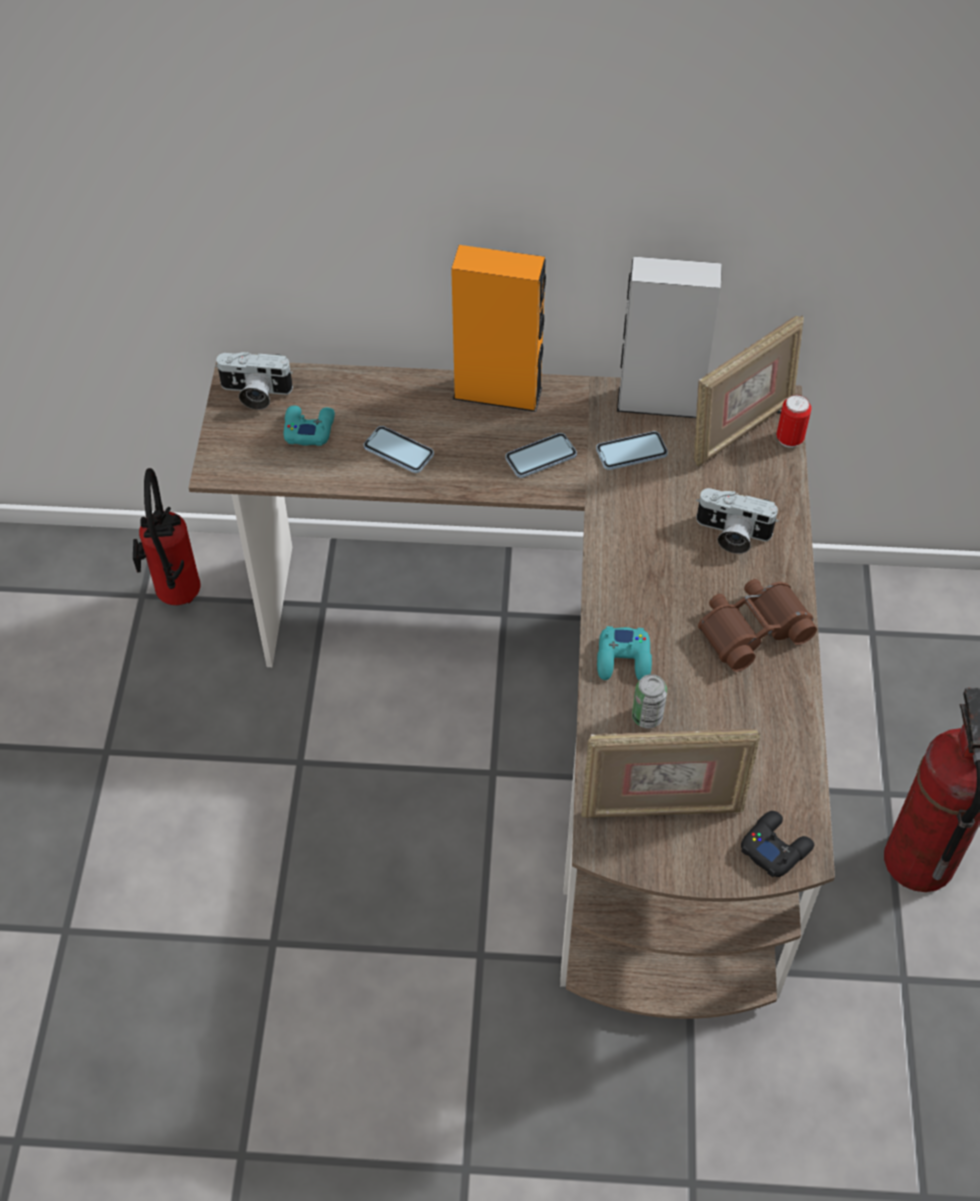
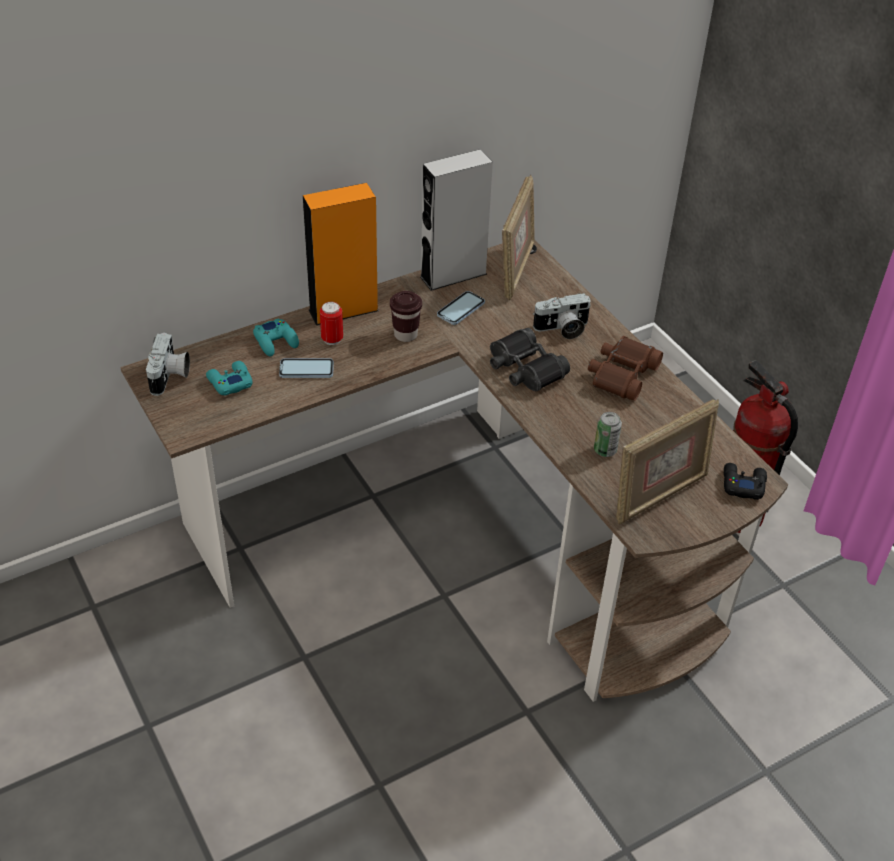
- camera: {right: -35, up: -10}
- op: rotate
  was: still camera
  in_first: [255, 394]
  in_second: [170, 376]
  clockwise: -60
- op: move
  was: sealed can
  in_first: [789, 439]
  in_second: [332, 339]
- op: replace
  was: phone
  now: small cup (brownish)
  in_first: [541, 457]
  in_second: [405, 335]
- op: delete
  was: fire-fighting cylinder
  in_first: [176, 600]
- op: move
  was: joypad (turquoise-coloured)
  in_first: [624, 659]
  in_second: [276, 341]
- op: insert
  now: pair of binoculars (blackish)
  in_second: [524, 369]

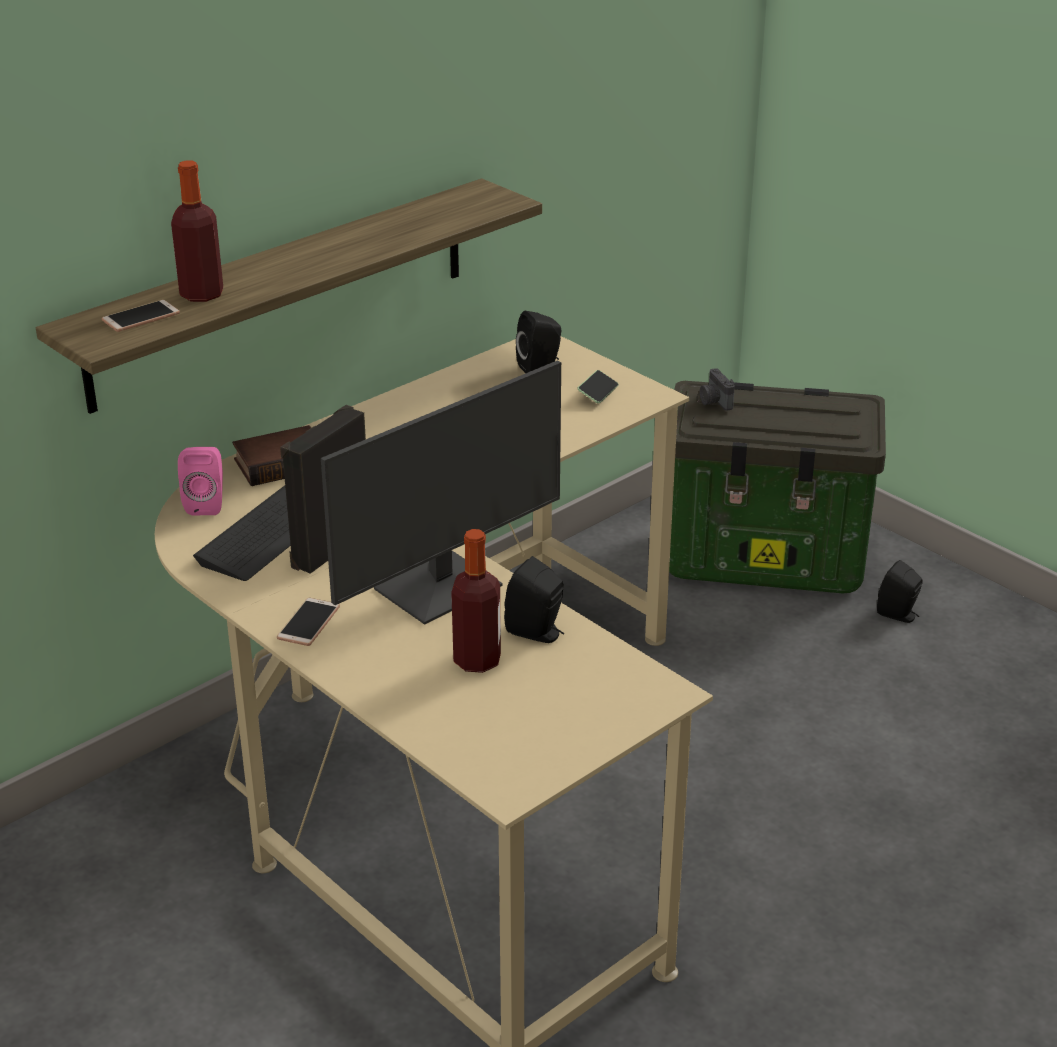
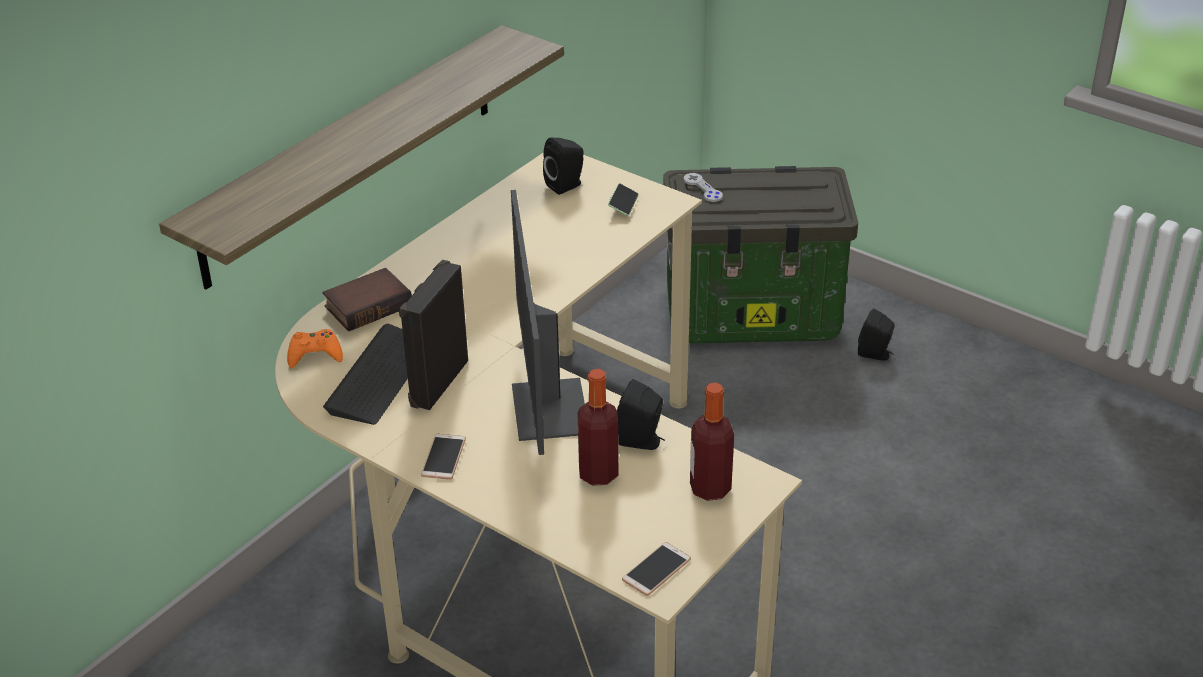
- camera: {right: -10, up: 5}
- op: move
  was: drink bottle
  in_first: [201, 294]
  in_second: [710, 488]
- op: move
  was: phone
  in_first: [141, 317]
  in_second: [656, 570]
- op: rotate
  was: computer display
  in_first: [441, 588]
  in_second: [547, 410]
  clockwise: 135
- op: replace
  was: still camera
  now: joypad (gray)
  in_first: [714, 401]
  in_second: [703, 188]
- op: replace
  was: audio speaker (pink)
  now: joypad (orange)
  in_first: [206, 504]
  in_second: [315, 354]

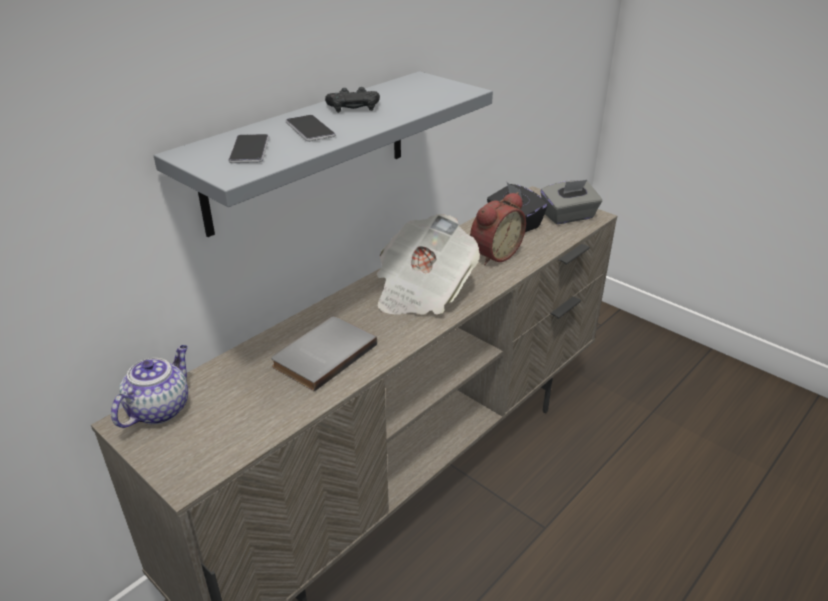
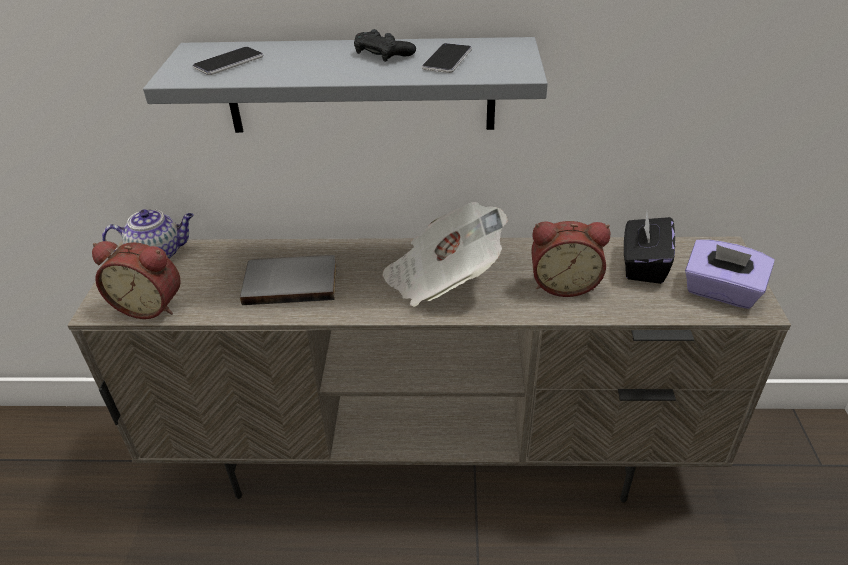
- camera: {right: 50, up: 5}
- op: move
  was: phone
  in_first: [310, 129]
  in_second: [447, 59]
- op: recolor
  was: tissue box (gray)
  now: tissue box (purplish)
  in_first: [568, 216]
  in_second: [720, 292]
- op: insert
  now: bedside clock
  in_second: [151, 305]

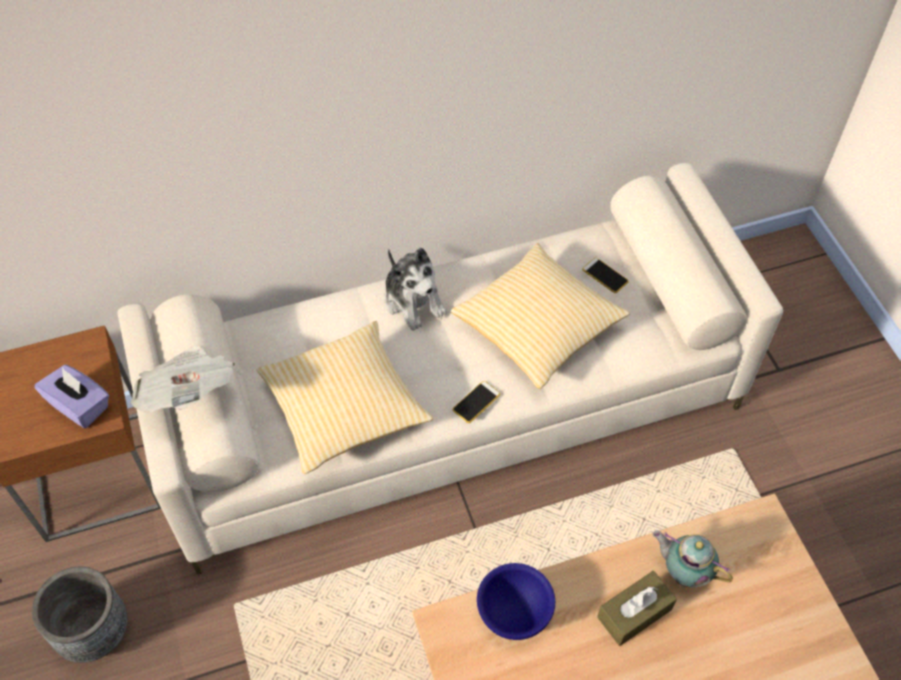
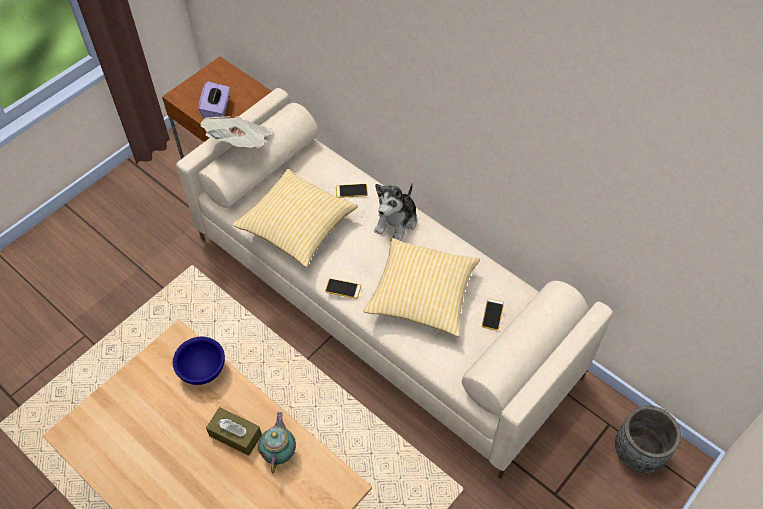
- camera: {right: 60, up: 0}
- op: move
  was: flower pot (gray)
  in_first: [95, 632]
  in_second: [638, 453]
- op: insert
  now: phone
  in_second: [351, 191]

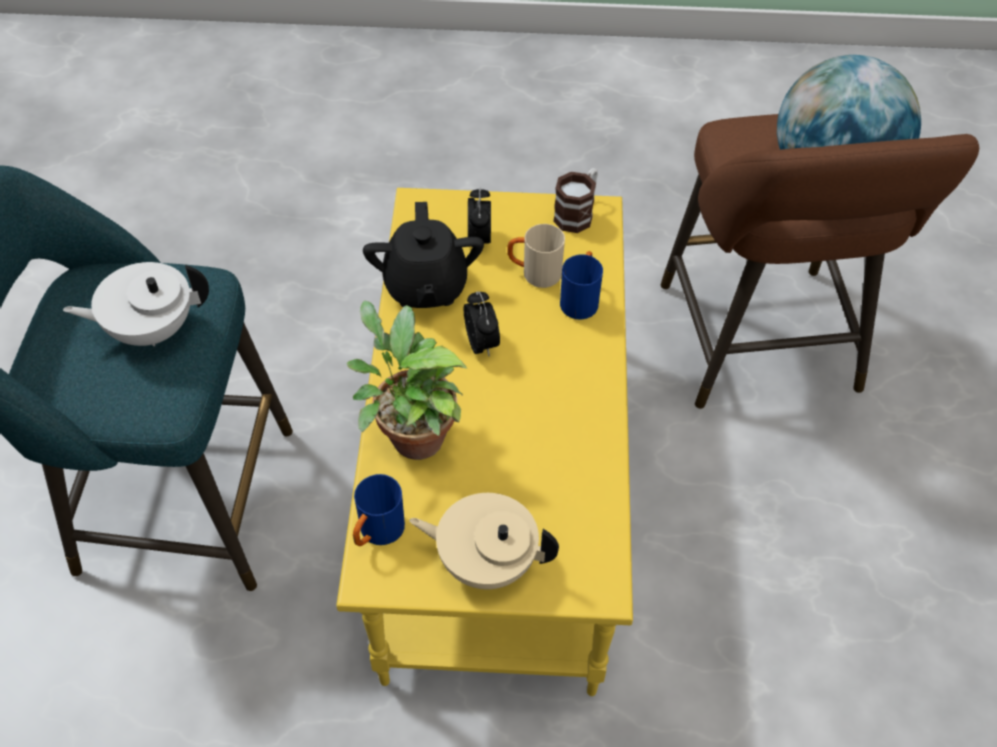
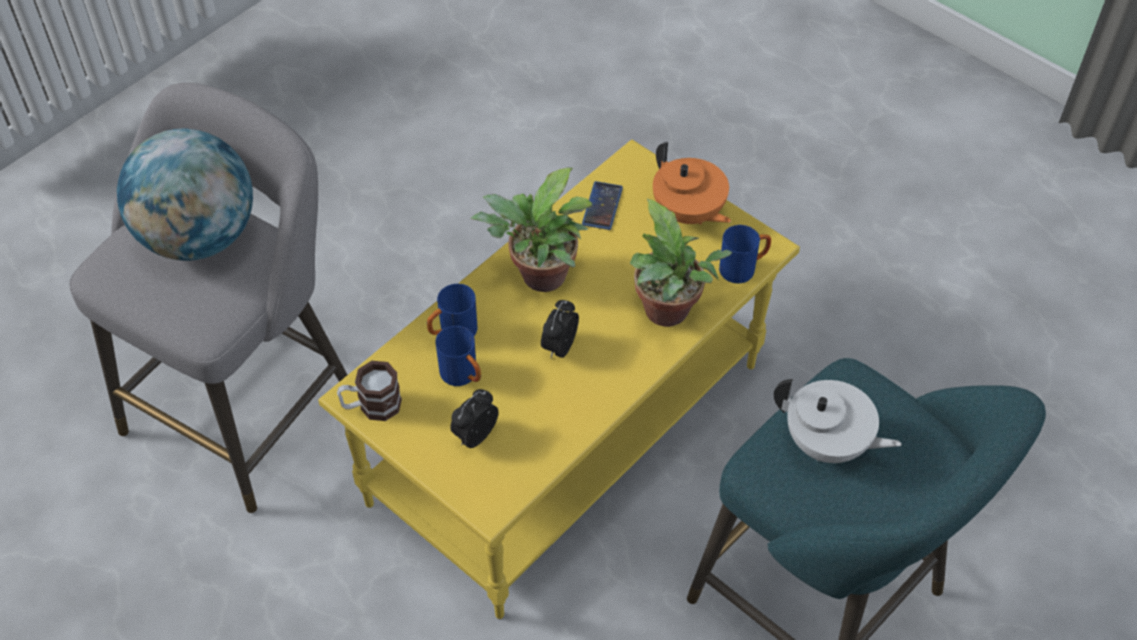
- camera: {right: -140, up: 0}
- op: recolor
  was: stool seat (brownish)
  now: stool seat (gray)
  in_first: [761, 347]
  in_second: [248, 404]
- op: delete
  was: tea pot (blackish)
  in_first: [425, 287]
- op: recolor
  was: coffee mug (sand-coloured)
  now: coffee mug (bluish)
  in_first: [534, 273]
  in_second: [463, 376]
- op: recolor
  was: tea pot (sand-coloured)
  now: tea pot (orange)
  in_first: [485, 560]
  in_second: [688, 213]
- op: insert
  now: houseplant
  in_second: [539, 279]
- op: insert
  now: phone
  in_second: [602, 206]

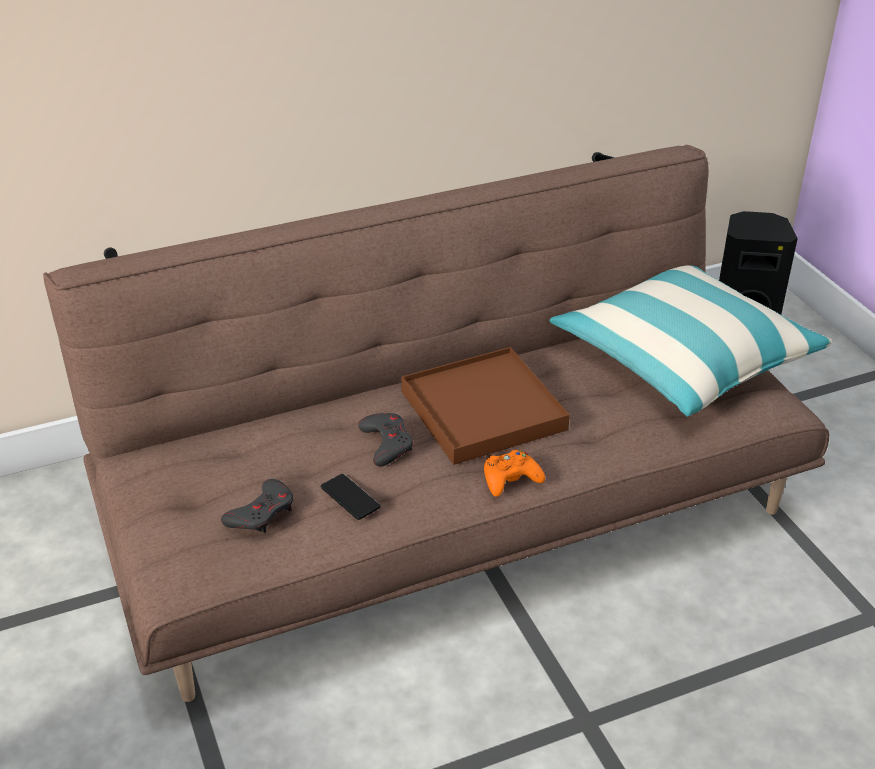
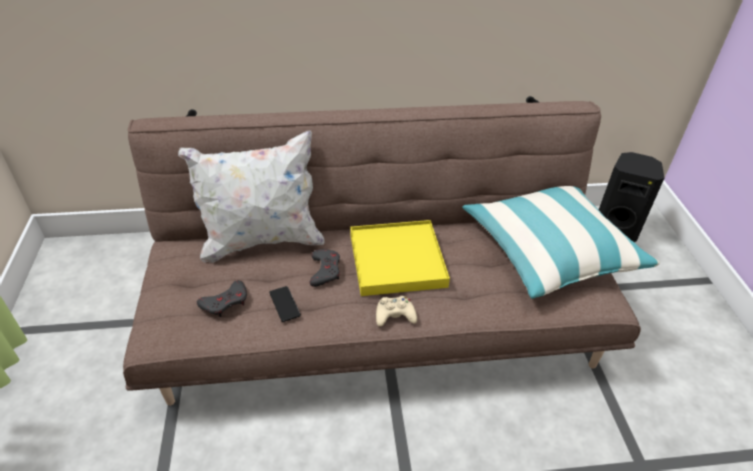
- camera: {right: 15, up: 5}
- op: recolor
  was: serving tray (brownish)
  now: serving tray (yellow)
  in_first: [483, 411]
  in_second: [397, 261]
- op: recolor
  was: joypad (orange)
  now: joypad (sand-coloured)
  in_first: [510, 479]
  in_second: [395, 315]
- op: insert
  now: throw pillow (whitish)
  in_second: [261, 241]

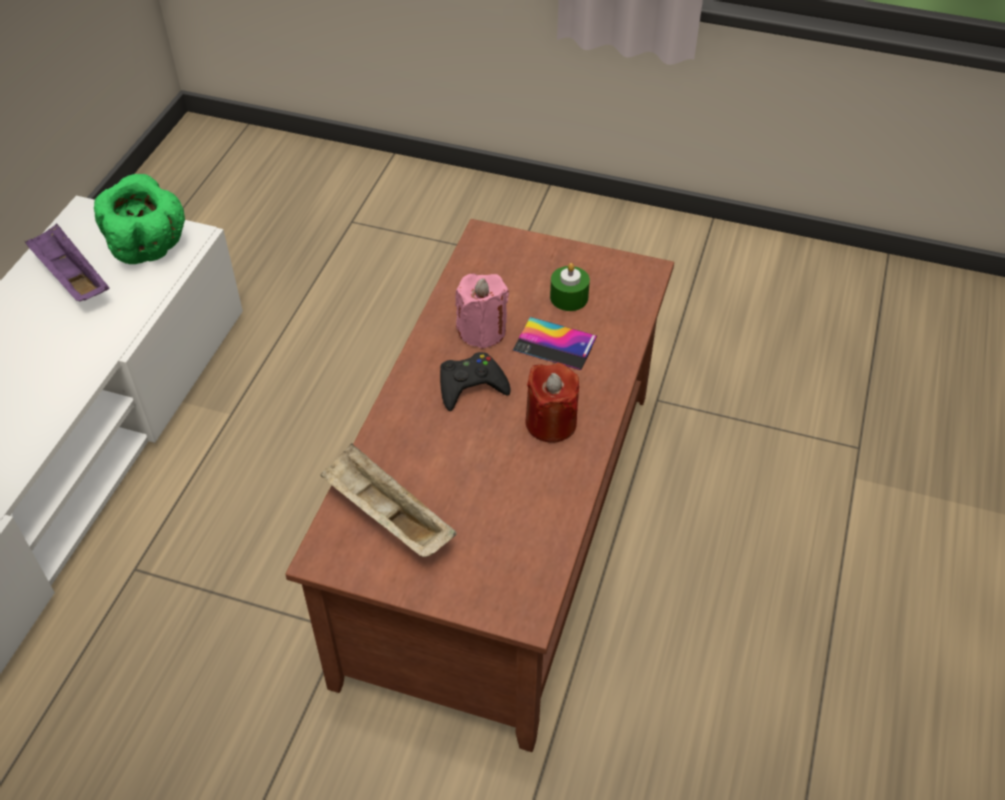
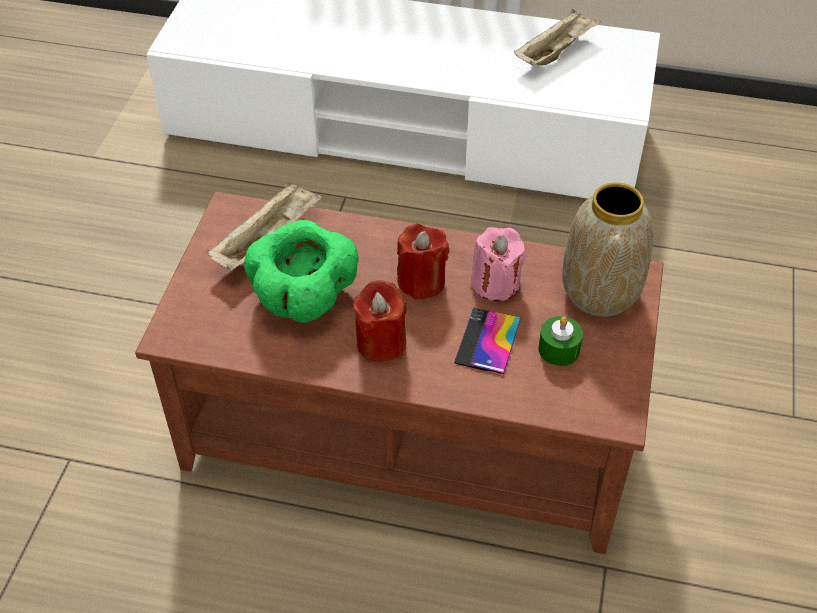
- camera: {right: 85, up: 0}
- op: move
  was: deep dish (green-coloured)
  in_first: [149, 245]
  in_second: [304, 300]
- op: recolor
  was: serving tray (purplish)
  now: serving tray (sand-coloured)
  in_first: [71, 279]
  in_second: [555, 52]
- op: replace
  was: joypad (blackish)
  now: candle (red)
  in_first: [471, 386]
  in_second: [421, 281]
- op: insert
  now: decorative vase
  in_second: [601, 293]

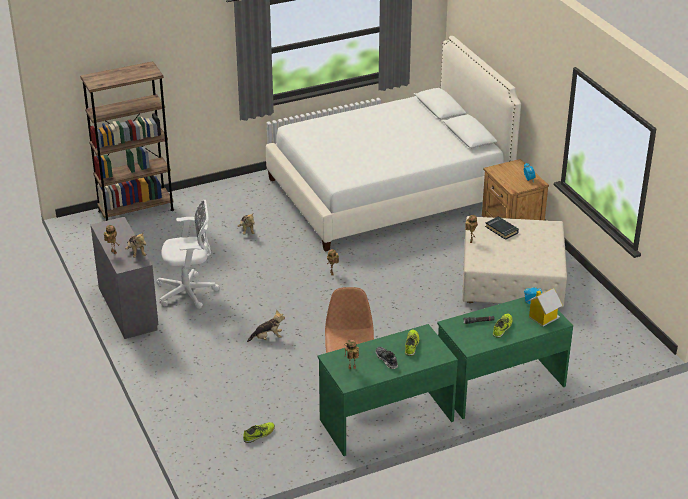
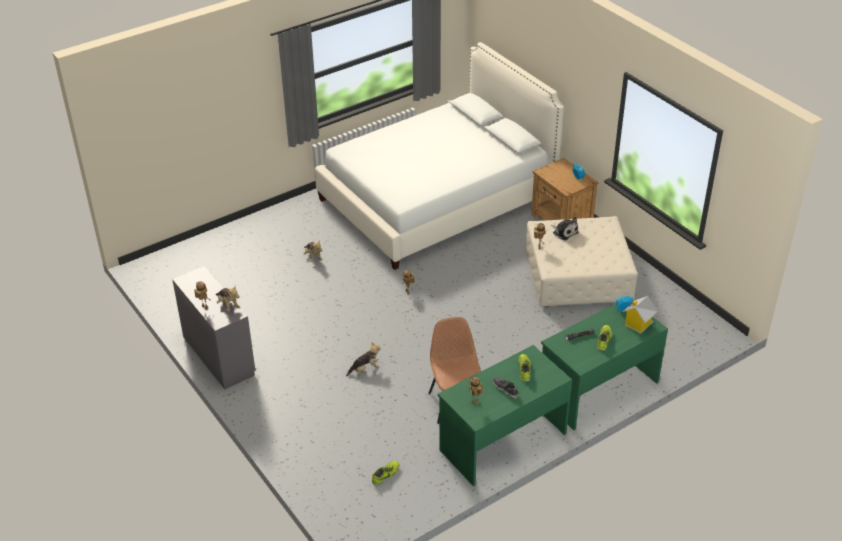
- camera: {right: -10, up: 5}
- op: delete
  was: bookshelf (brownish)
  in_first: [136, 210]
- op: delete
  was: desk chair (whitish)
  in_first: [189, 292]
- op: replace
  was: volume (blackish)
  now: plush toy
  in_first: [502, 230]
  in_second: [564, 232]

